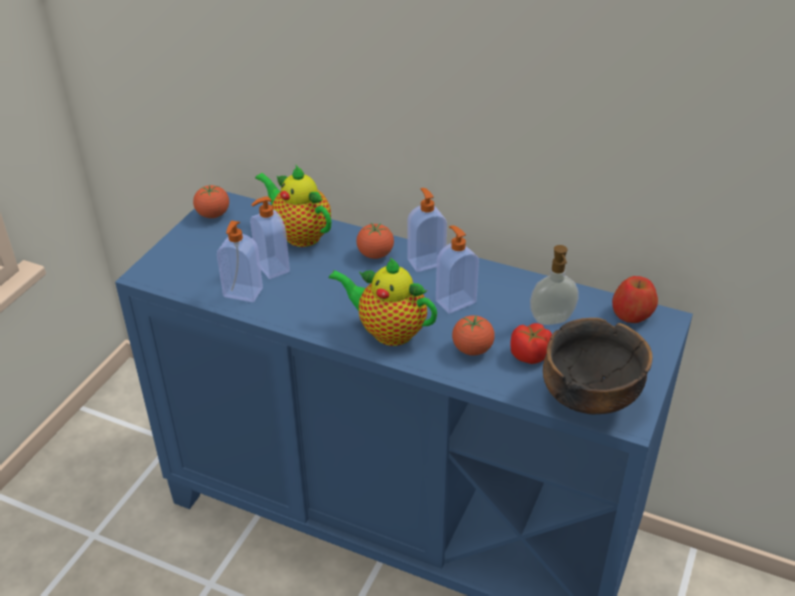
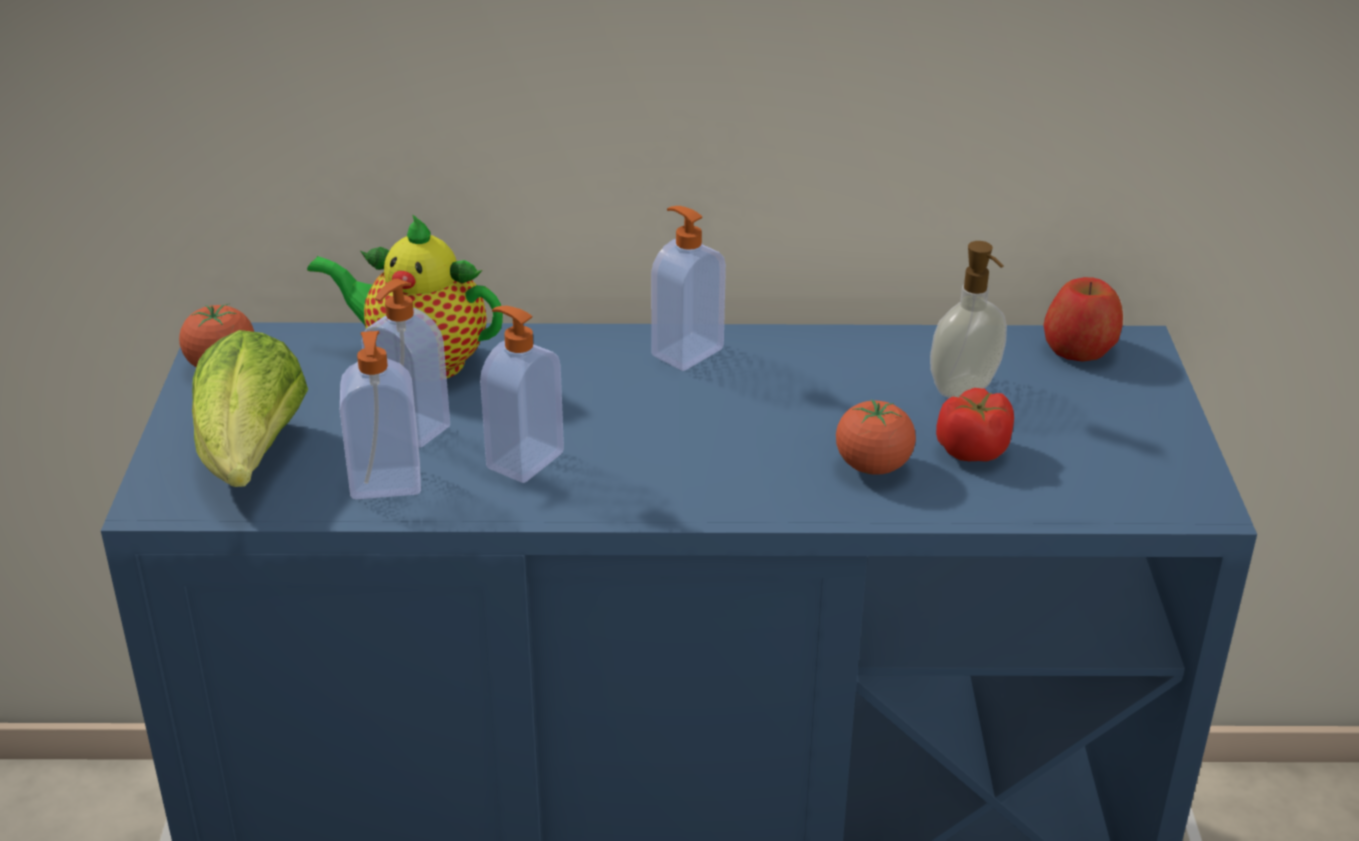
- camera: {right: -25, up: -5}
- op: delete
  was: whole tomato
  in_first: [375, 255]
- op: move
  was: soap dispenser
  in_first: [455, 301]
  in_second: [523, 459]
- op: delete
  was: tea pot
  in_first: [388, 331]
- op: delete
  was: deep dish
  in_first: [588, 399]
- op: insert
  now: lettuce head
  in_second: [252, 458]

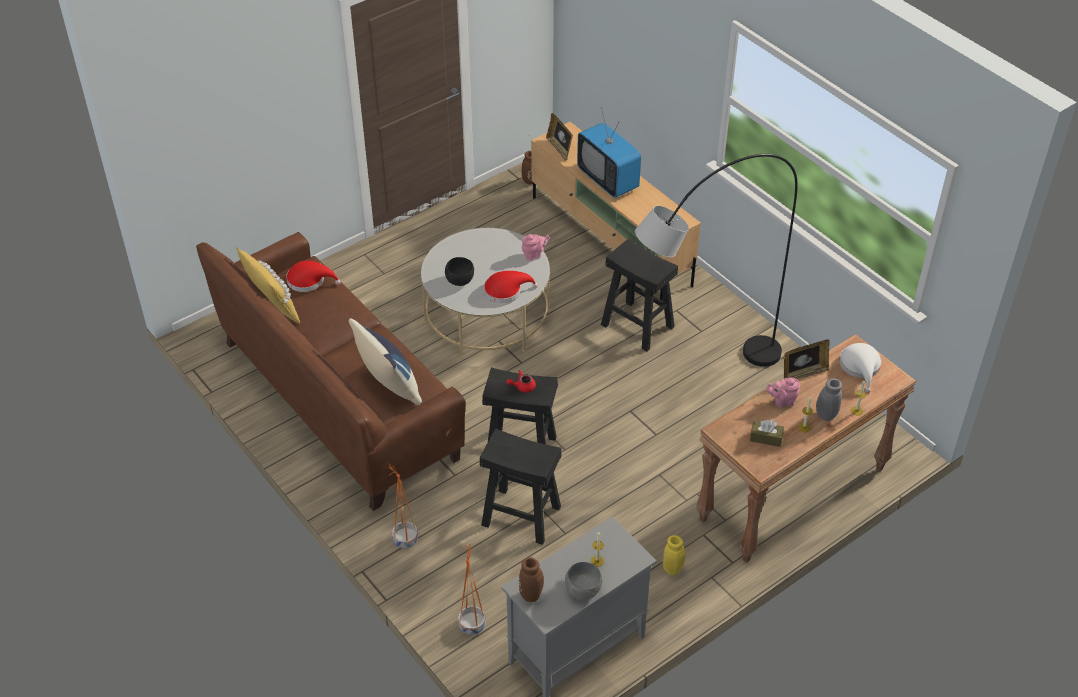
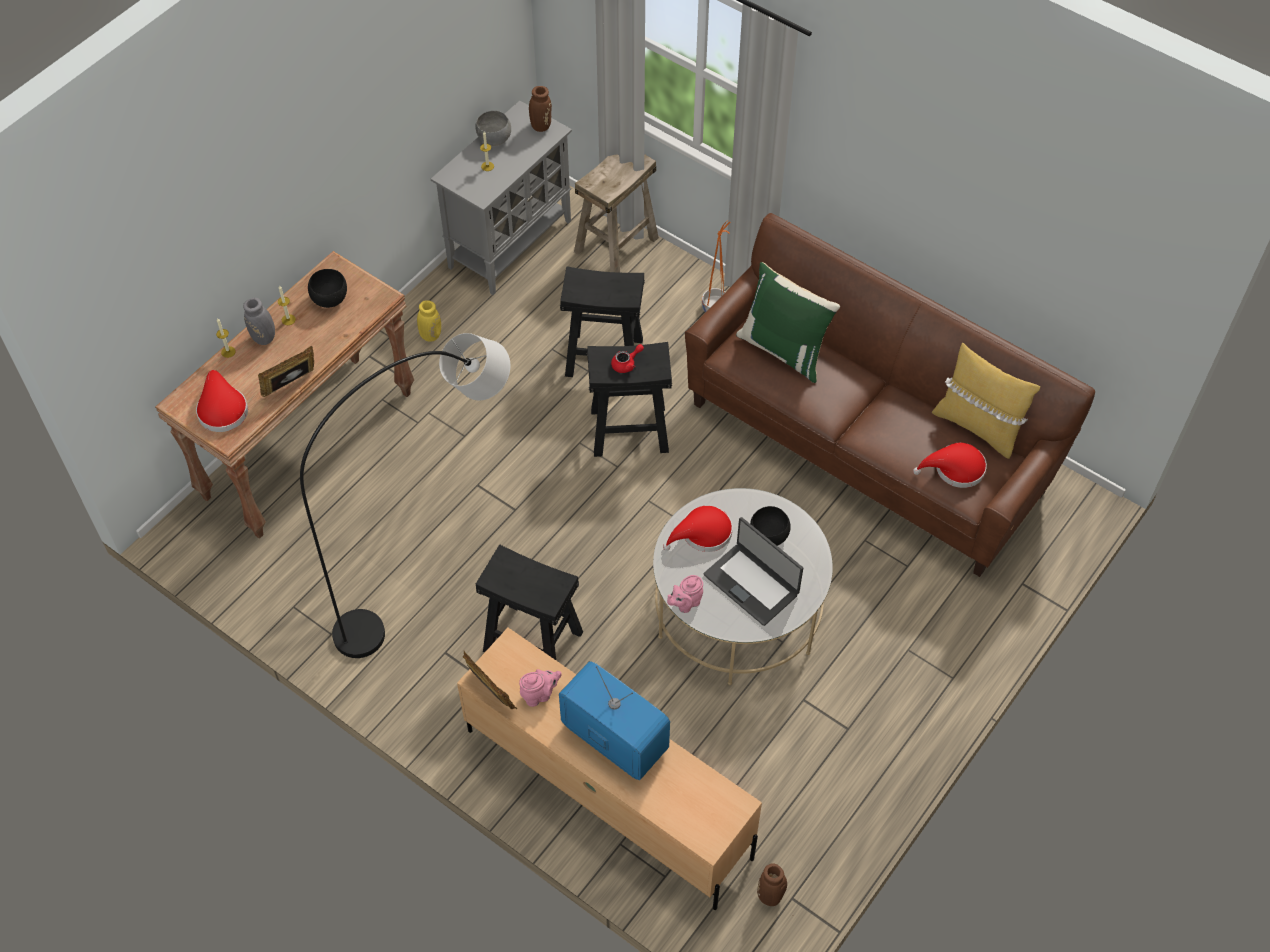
- camera: {right: 165, up: 10}
- op: move
  was: standing frame
  in_first: [559, 148]
  in_second: [490, 692]
- op: recolor
  was: throw pillow (bluish)
  now: throw pillow (green-coloured)
  in_first: [387, 386]
  in_second: [784, 349]
- op: recolor
  was: hat (whitish)
  now: hat (red)
  in_first: [860, 367]
  in_second: [222, 409]
- op: move
  was: tea pot (pink)
  in_first: [782, 401]
  in_second: [539, 694]
- op: replace
  was: tissue box (brownish)
  now: deep dish (blackish)
  in_first: [766, 438]
  in_second: [330, 299]
- op: replace
  was: flower pot (orange)
  now: stool seat (sand-coloured)
  in_first: [472, 624]
  in_second: [616, 245]
- op: insert
  now: laptop
  in_second: [752, 584]

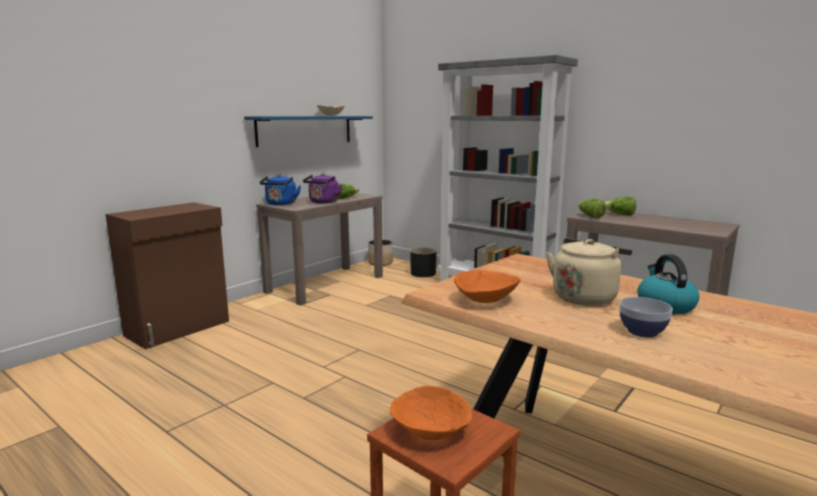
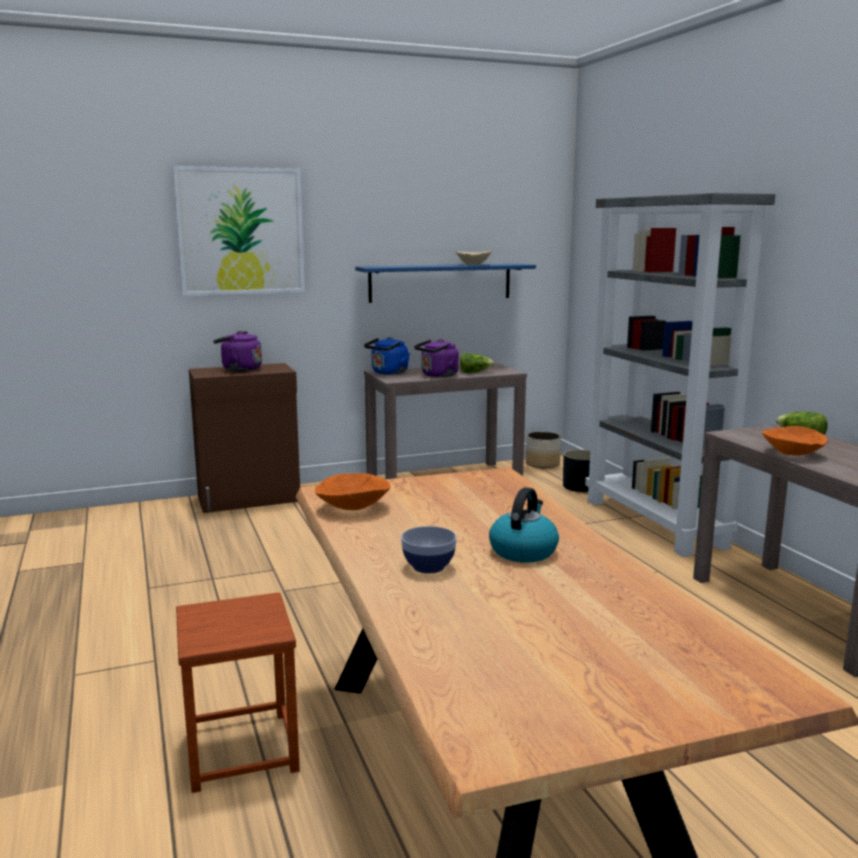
- camera: {right: 30, up: 0}
- op: delete
  was: lettuce head
  in_first: [590, 216]
- op: delete
  was: kettle (sand-coloured)
  in_first: [585, 297]
- op: move
  was: deep dish (orange)
  in_first: [430, 432]
  in_second: [792, 454]
- op: insert
  now: wall art
  in_second: [241, 231]
- op: insert
  now: kettle (purplish)
  in_second: [239, 369]

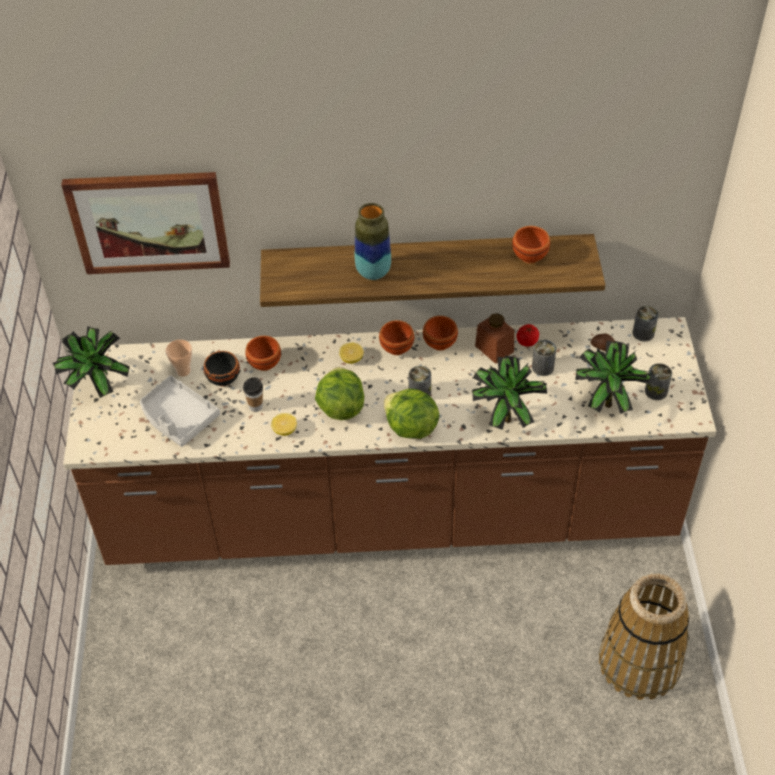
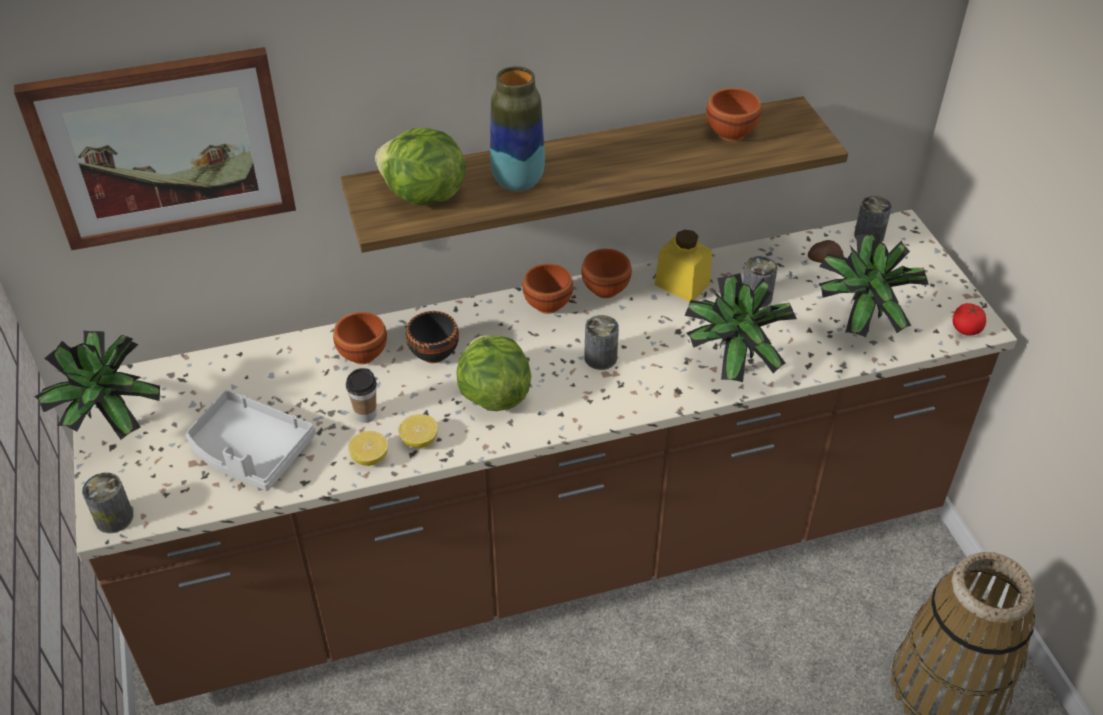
- camera: {right: -15, up: -5}
- op: recolor
  was: preserve jar (brownish)
  now: preserve jar (yellow)
  in_first: [494, 349]
  in_second: [682, 284]
- op: move
  was: whole tomato
  in_first: [527, 341]
  in_second: [966, 328]
- op: delete
  was: small cup
  in_first: [183, 371]
- op: move
  was: citrus fruit
  in_first: [351, 359]
  in_second: [370, 458]
- op: move
  was: deep dish (blackish)
  in_first: [224, 379]
  in_second: [435, 354]
- op: move
  was: sealed can
  in_first: [656, 391]
  in_second: [114, 518]
- op: move
  was: lettuce head
  in_first: [410, 428]
  in_second: [423, 196]

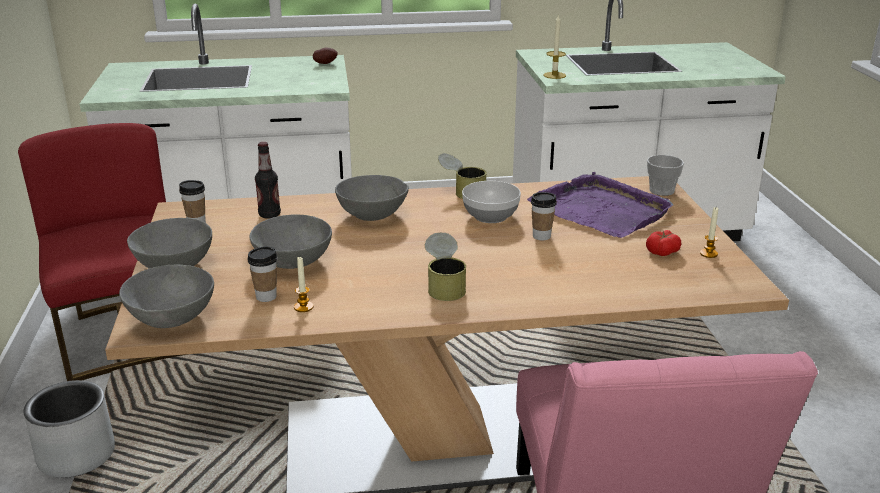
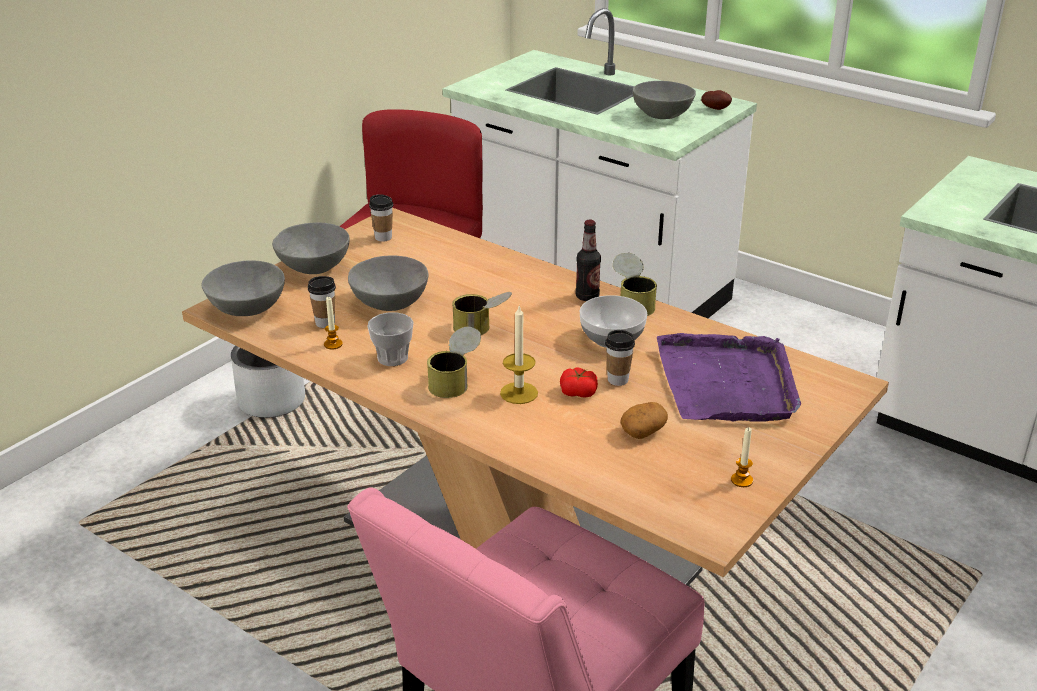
- camera: {right: 45, up: 5}
- op: move
  was: candle
  in_first: [554, 75]
  in_second: [519, 393]
- op: move
  was: drink bottle
  in_first: [269, 215]
  in_second: [587, 296]
- op: move
  was: small cup
  in_first: [661, 191]
  in_second: [392, 358]
- op: move
  was: deep dish (gray)
  in_first: [372, 215]
  in_second: [662, 115]
- op: move
  was: whole tomato
  in_first: [662, 251]
  in_second: [578, 392]
- op: insert
  now: sealed can
  in_second: [482, 329]
- op: insert
  now: whole potato
  in_second: [643, 430]

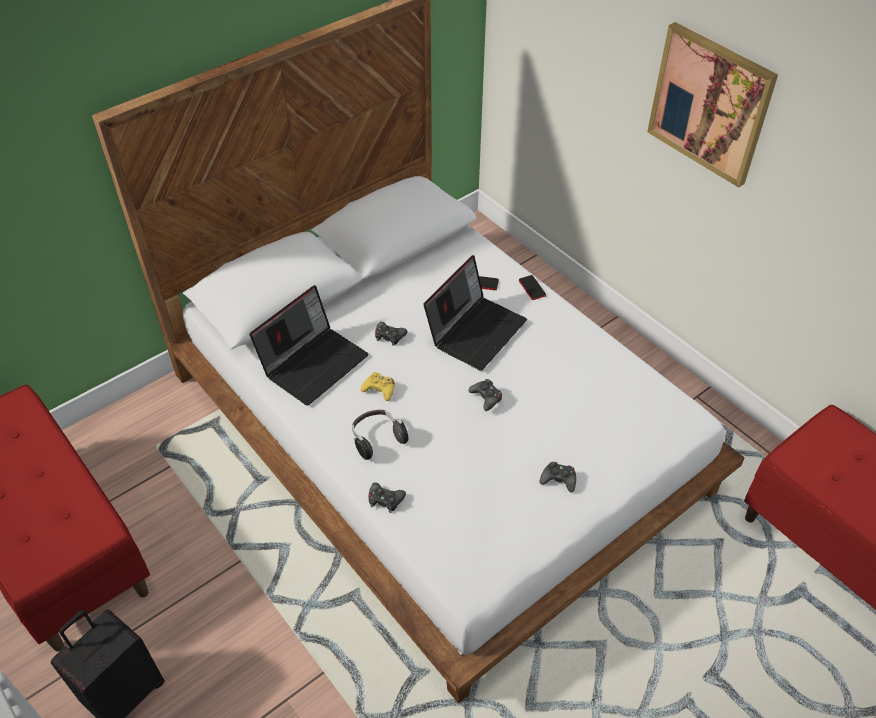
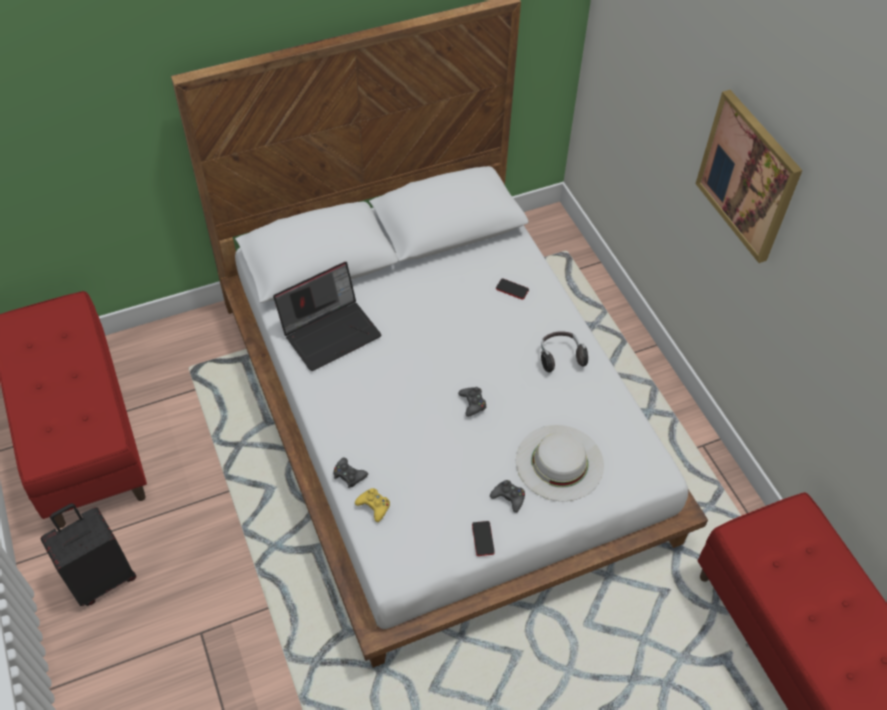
- camera: {right: 15, up: 5}
- op: delete
  was: laptop
  in_first: [476, 330]
- op: move
  was: phone
  in_first: [532, 288]
  in_second: [483, 539]
- op: delete
  was: joypad (blackish)
  in_first: [389, 336]
- op: move
  was: joypad (yellow)
  in_first: [379, 389]
  in_second: [374, 506]
- op: move
  was: headset
  in_first: [377, 439]
  in_second: [560, 357]
- op: insert
  now: hat (whitish)
  in_second: [559, 462]

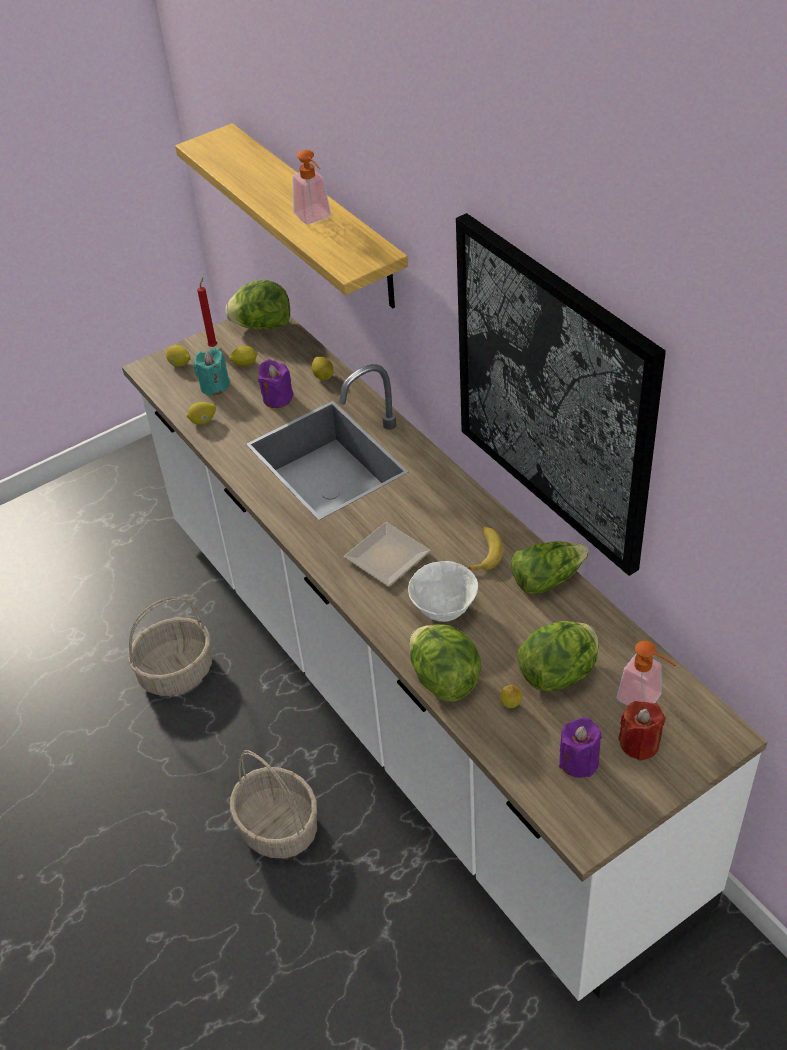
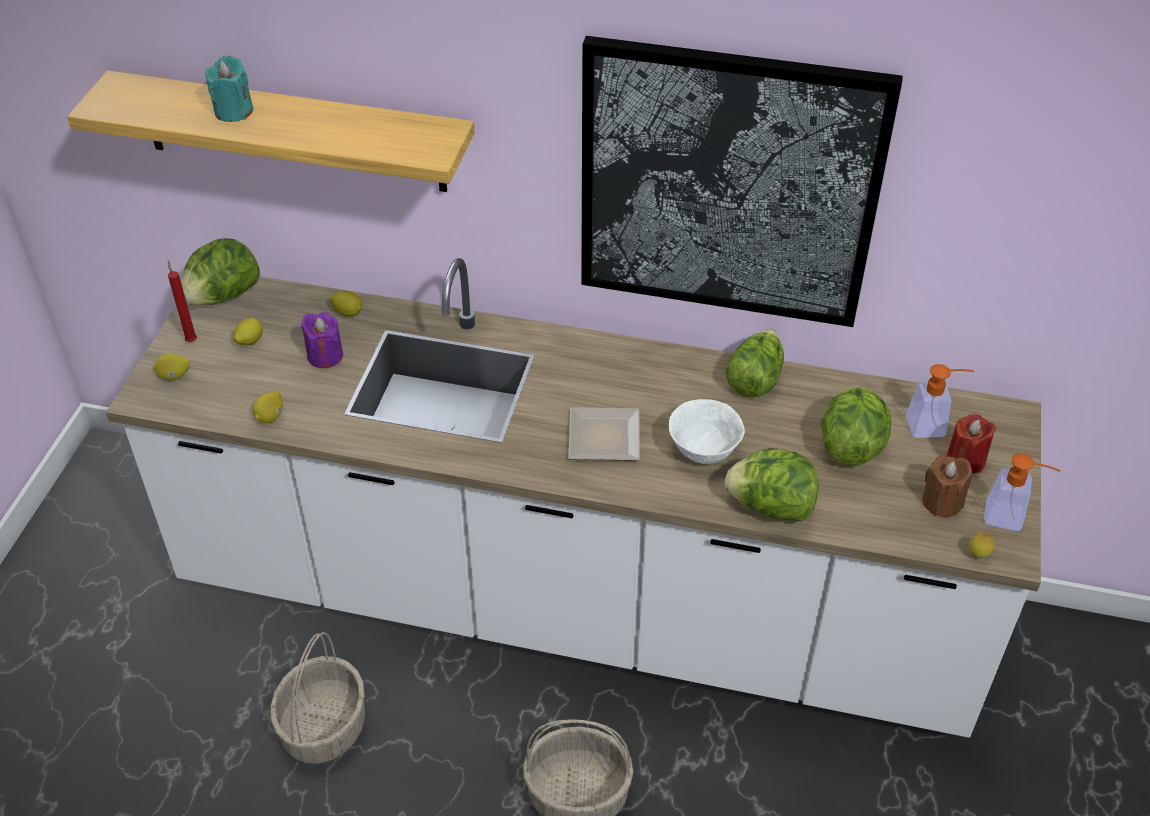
- camera: {right: -45, up: 0}
- op: move
  was: soap dispenser
  in_first: [315, 218]
  in_second: [1011, 518]
- op: move
  was: candle (turquoise-coloured)
  in_first: [214, 386]
  in_second: [234, 111]
- op: delete
  was: whole banana
  in_first: [485, 552]
- op: move
  was: citrus fruit
  in_first: [510, 705]
  in_second: [978, 555]
- op: recolor
  was: candle (purplish)
  now: candle (brownish)
  in_first: [579, 761]
  in_second: [941, 502]

